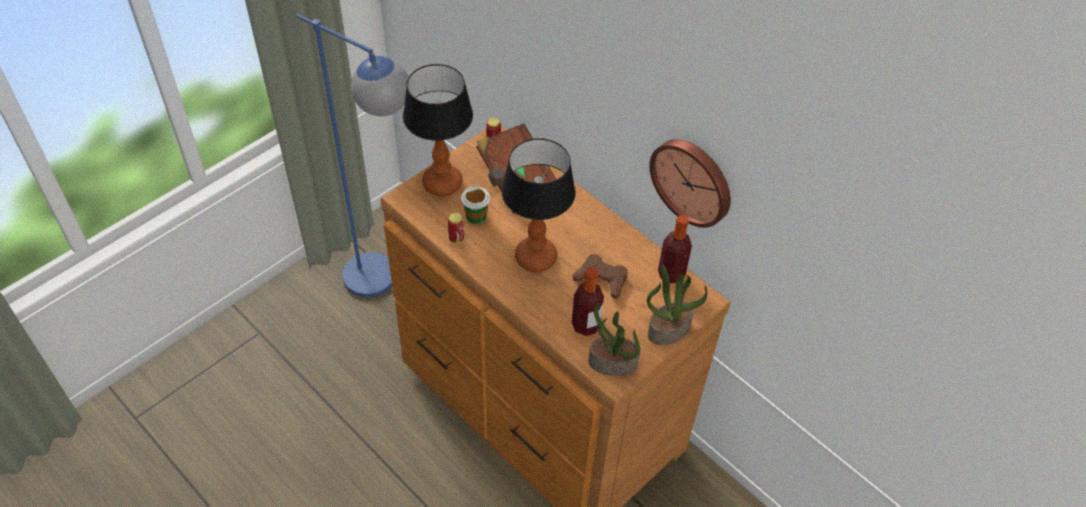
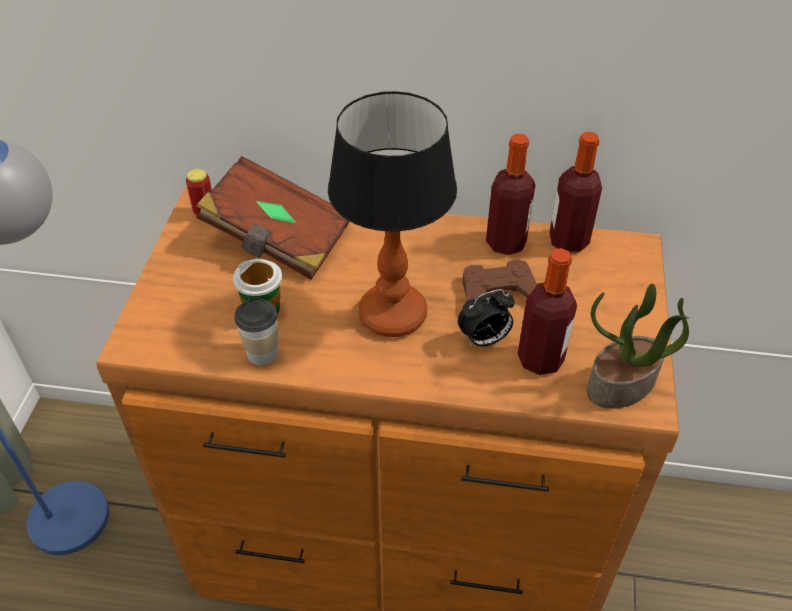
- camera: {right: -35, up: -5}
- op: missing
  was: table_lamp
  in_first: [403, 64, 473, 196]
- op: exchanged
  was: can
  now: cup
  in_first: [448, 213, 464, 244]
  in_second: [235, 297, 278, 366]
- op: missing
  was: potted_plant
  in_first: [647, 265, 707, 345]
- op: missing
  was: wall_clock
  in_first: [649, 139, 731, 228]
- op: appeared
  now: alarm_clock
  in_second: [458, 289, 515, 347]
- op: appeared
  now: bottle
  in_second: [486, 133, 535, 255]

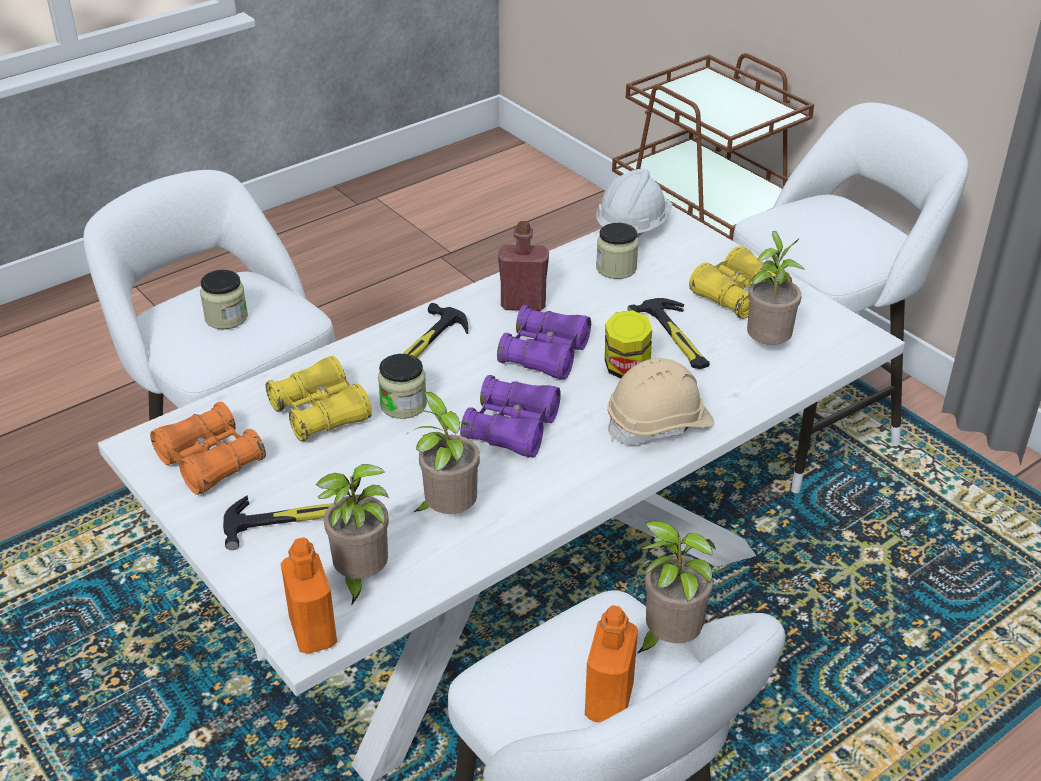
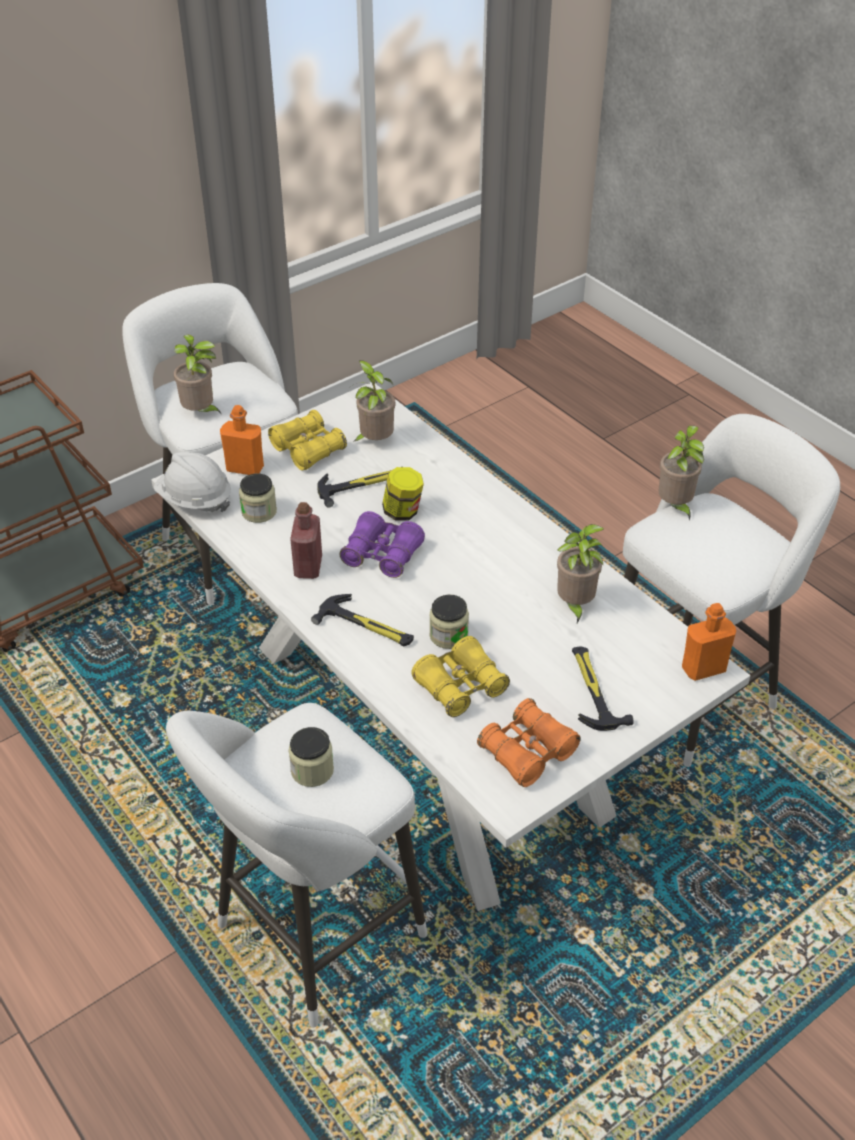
- camera: {right: -90, up: 5}
- op: relocated
  was: potted_plant
  in_first: [315, 464, 389, 606]
  in_second: [174, 334, 222, 415]
- op: missing
  was: purple_binoculars
  in_first: [460, 375, 561, 458]
- op: relocated
  was: orange_bottle
  in_first: [585, 605, 638, 723]
  in_second: [220, 405, 264, 475]
- op: missing
  was: beige_hard_hat
  in_first: [607, 358, 714, 445]

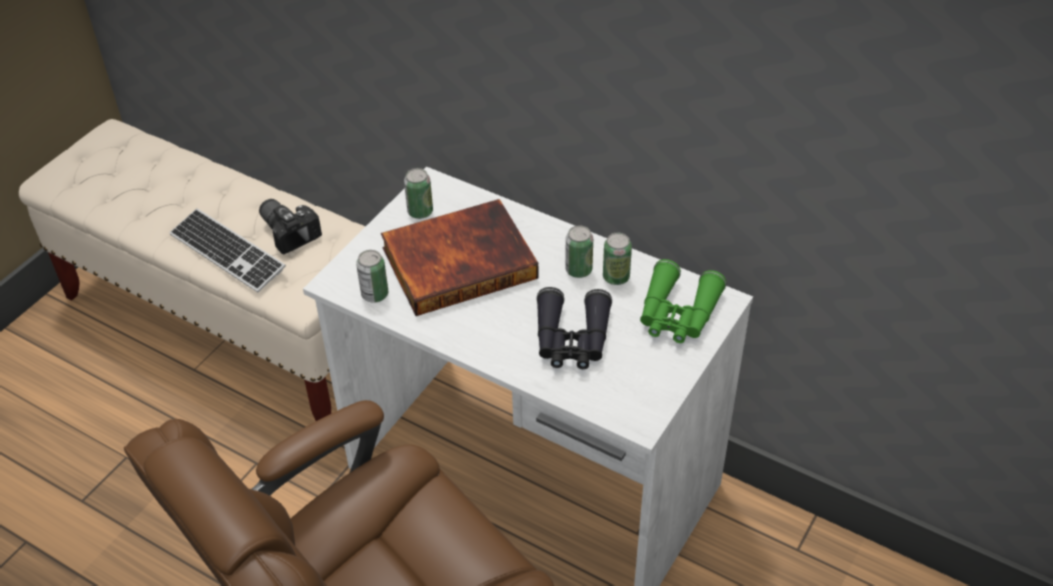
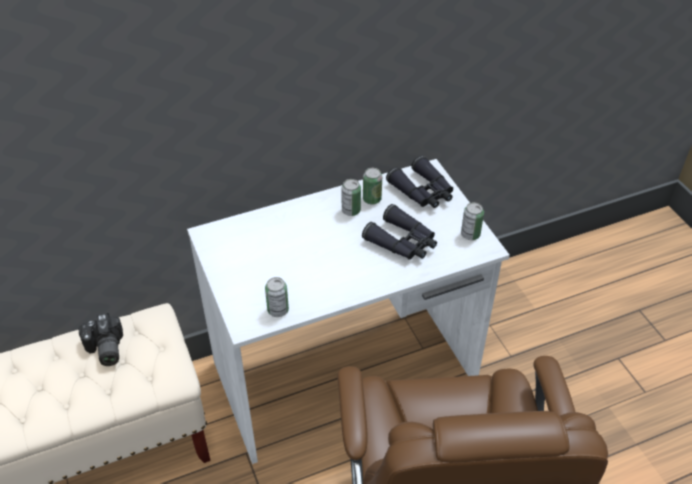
- camera: {right: -55, up: 0}
- op: missing
  was: keyboard
  in_first: [170, 208, 286, 292]
- op: spun
  was: photo_camera
  in_first: [259, 199, 322, 254]
  in_second: [79, 313, 123, 366]
  clockwise: -105
- op: missing
  was: book
  in_first: [381, 199, 539, 316]
- op: relocated
  was: can
  in_first: [404, 168, 433, 219]
  in_second: [461, 202, 484, 240]
- op: colour
  was: green_binoculars
  now: black_binoculars
  in_first: [640, 259, 726, 343]
  in_second: [386, 156, 453, 208]

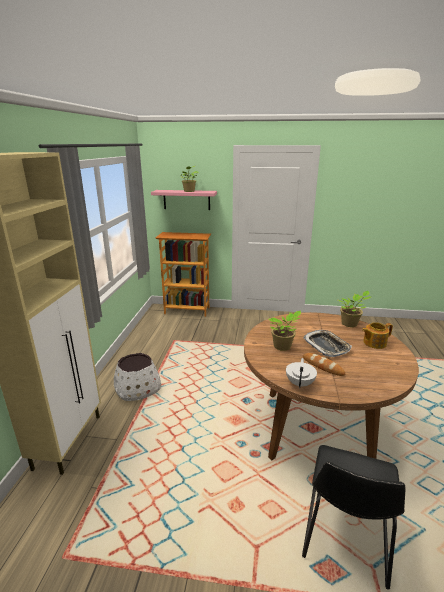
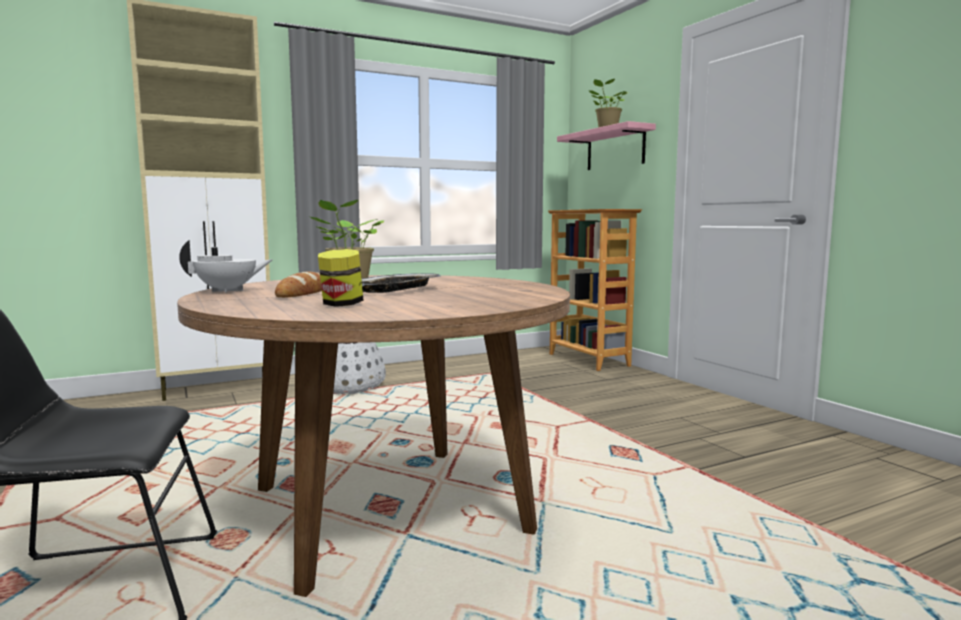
- camera: {right: 55, up: -15}
- op: missing
  was: potted_plant
  in_first: [338, 291, 371, 327]
- op: missing
  was: teapot
  in_first: [362, 322, 393, 349]
- op: appeared
  now: jar
  in_second: [318, 249, 364, 307]

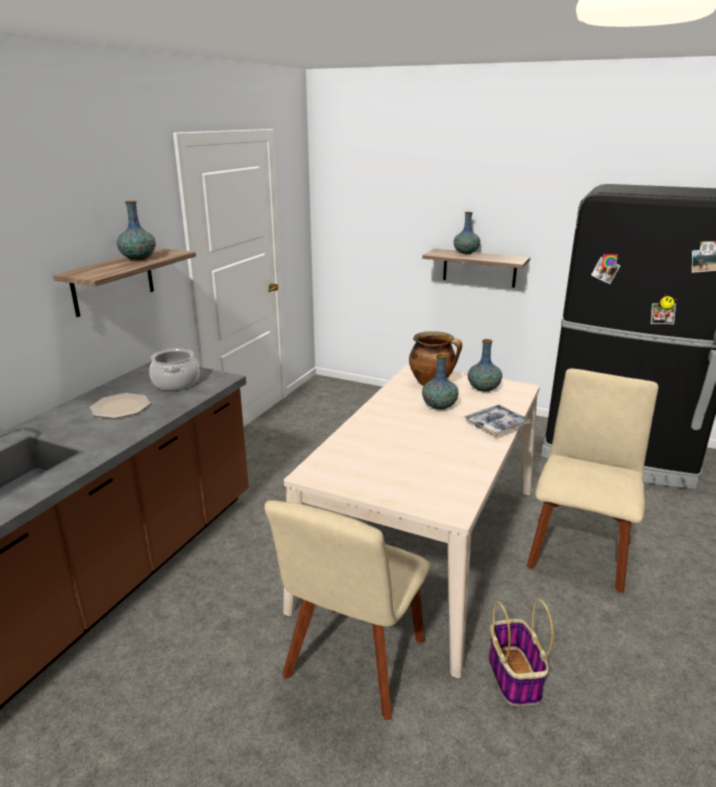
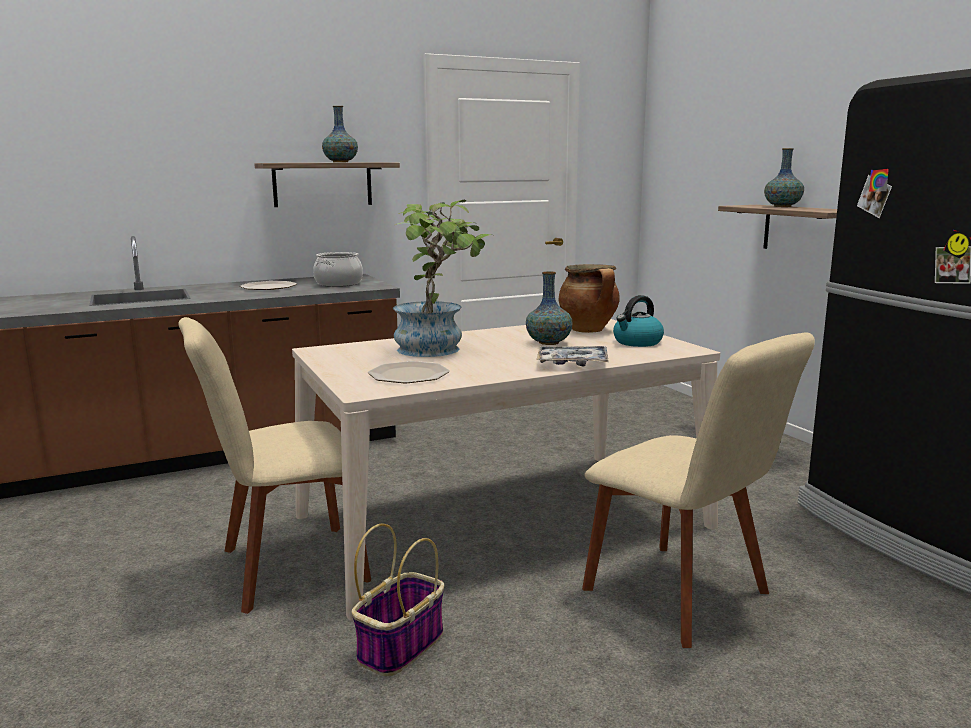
- camera: {right: 40, up: -10}
- op: exchanged
  was: vase
  now: kettle
  in_first: [468, 339, 502, 392]
  in_second: [613, 295, 664, 347]
- op: spun
  was: beige_chair
  in_first: [527, 368, 658, 593]
  in_second: [582, 332, 815, 648]
  clockwise: 75
- op: appeared
  now: plate
  in_second: [368, 361, 450, 383]
- op: appeared
  now: potted_plant
  in_second: [393, 199, 490, 357]

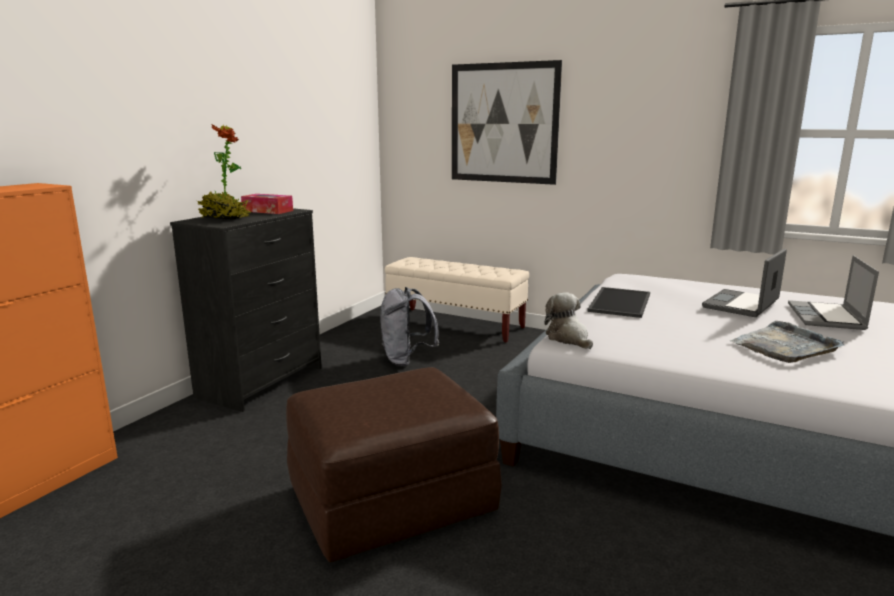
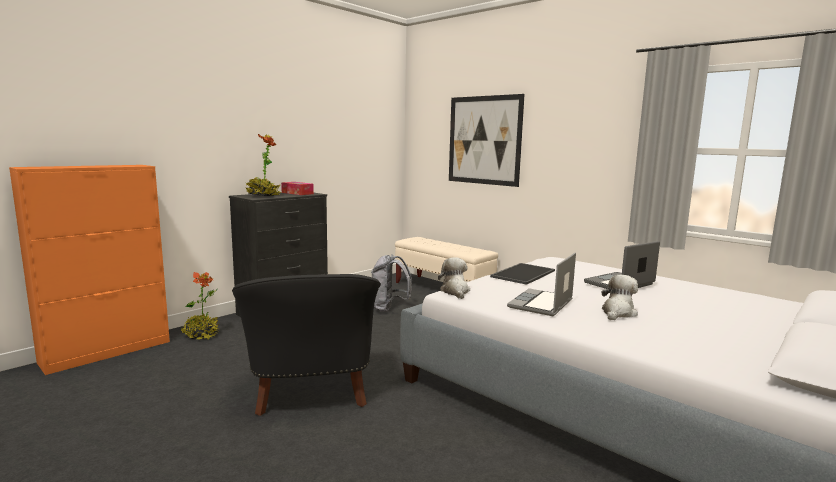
- camera: {right: 15, up: -5}
- op: exchanged
  was: brown_ottoman
  now: black_armchair
  in_first: [286, 367, 502, 562]
  in_second: [232, 274, 381, 416]
- op: exchanged
  was: grey_tray
  now: plush_toy
  in_first: [729, 321, 844, 363]
  in_second: [602, 275, 638, 320]
- op: relocated
  was: laptop
  in_first: [788, 255, 879, 330]
  in_second: [507, 253, 576, 317]
- op: appeared
  now: potted_plant
  in_second: [181, 272, 219, 340]

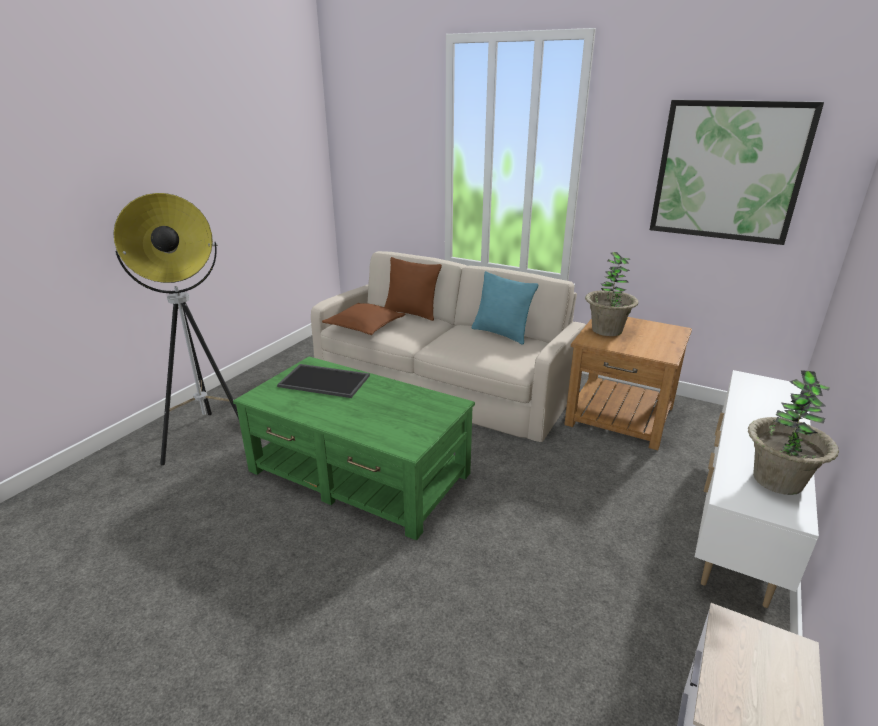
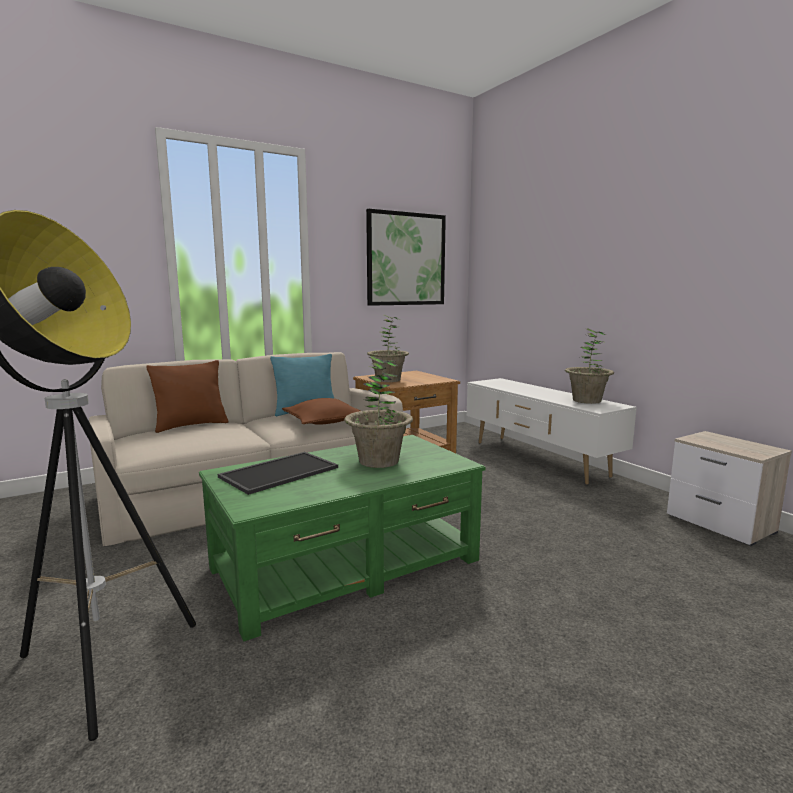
- camera: {right: -60, up: -15}
- op: relocated
  was: brown_pillow
  in_first: [322, 303, 405, 335]
  in_second: [282, 398, 360, 425]
- op: appeared
  now: potted_plant
  in_second: [344, 356, 413, 468]

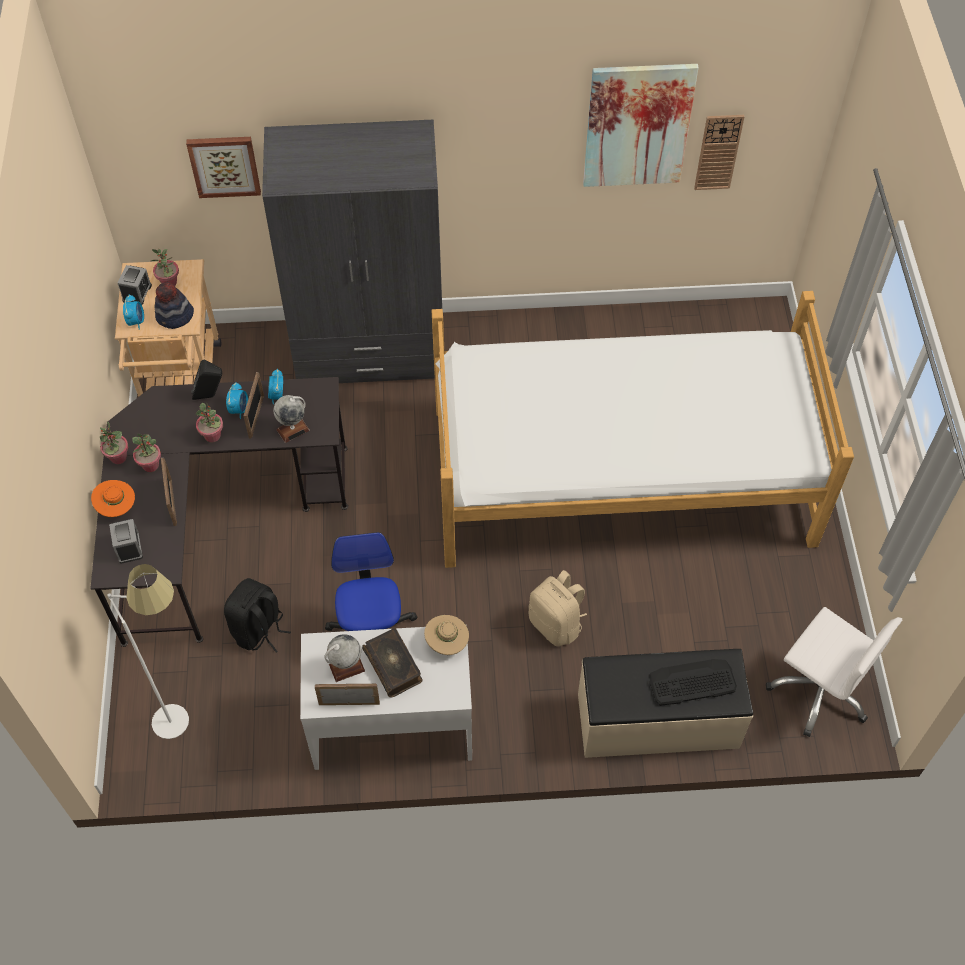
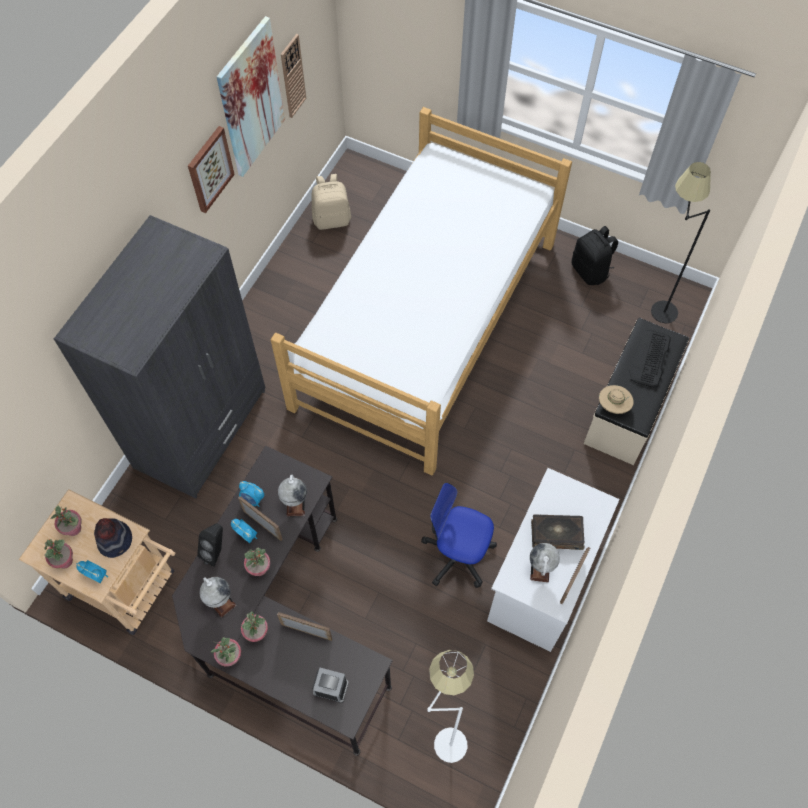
- camera: {right: -60, up: 5}
- op: missing
  was: orange_hat
  in_first: [91, 480, 135, 517]
- op: exchanged
  was: alarm_clock
  now: potted_plant
  in_first: [118, 265, 152, 305]
  in_second: [44, 539, 73, 569]
- op: relocated
  was: picture
  in_first: [186, 137, 261, 198]
  in_second: [188, 126, 235, 213]
- op: relocated
  was: black_backpack
  in_first: [224, 578, 291, 652]
  in_second: [572, 226, 618, 285]
- op: relocated
  was: beige_hat
  in_first: [424, 615, 469, 655]
  in_second: [599, 385, 634, 414]
- op: relocated
  was: beige_backpack
  in_first: [528, 570, 587, 646]
  in_second: [311, 174, 351, 230]
- op: exchanged
  was: white_office_chair
  now: black_floor_lamp
  in_first: [766, 607, 902, 737]
  in_second: [651, 162, 711, 323]
- op: appeared
  now: globe
  in_second: [200, 577, 236, 618]

